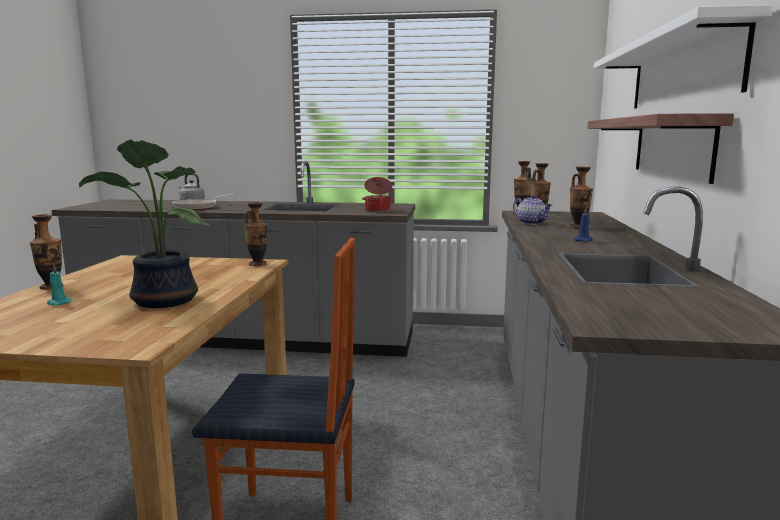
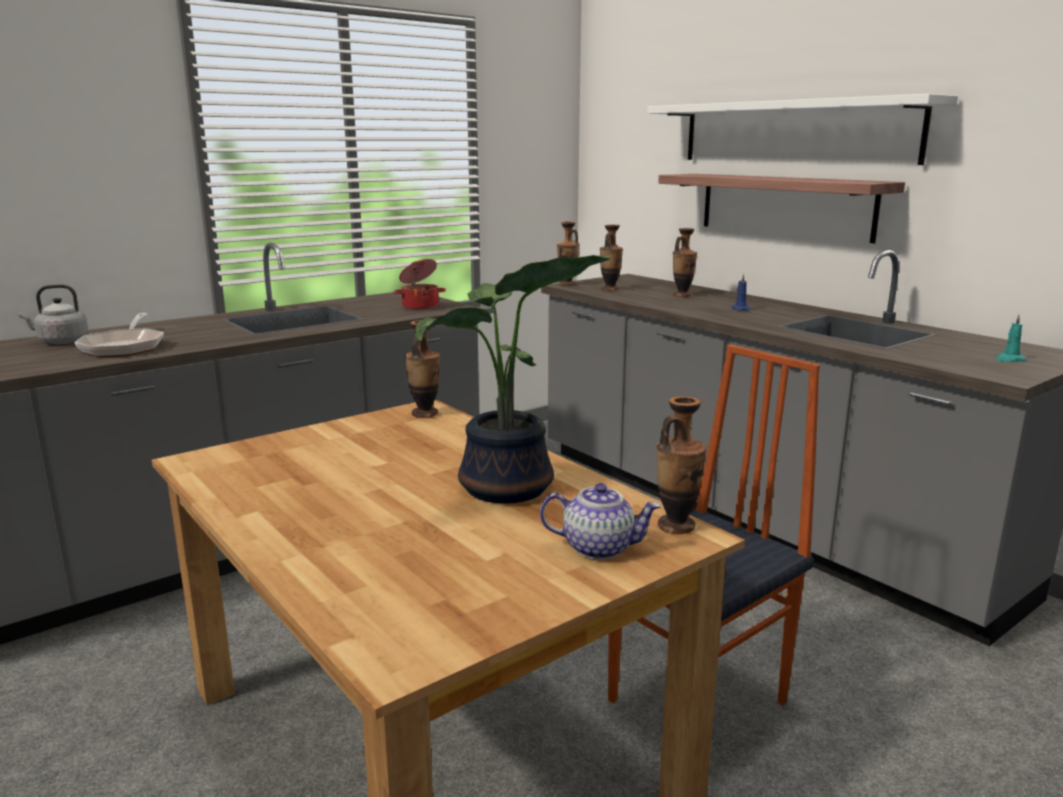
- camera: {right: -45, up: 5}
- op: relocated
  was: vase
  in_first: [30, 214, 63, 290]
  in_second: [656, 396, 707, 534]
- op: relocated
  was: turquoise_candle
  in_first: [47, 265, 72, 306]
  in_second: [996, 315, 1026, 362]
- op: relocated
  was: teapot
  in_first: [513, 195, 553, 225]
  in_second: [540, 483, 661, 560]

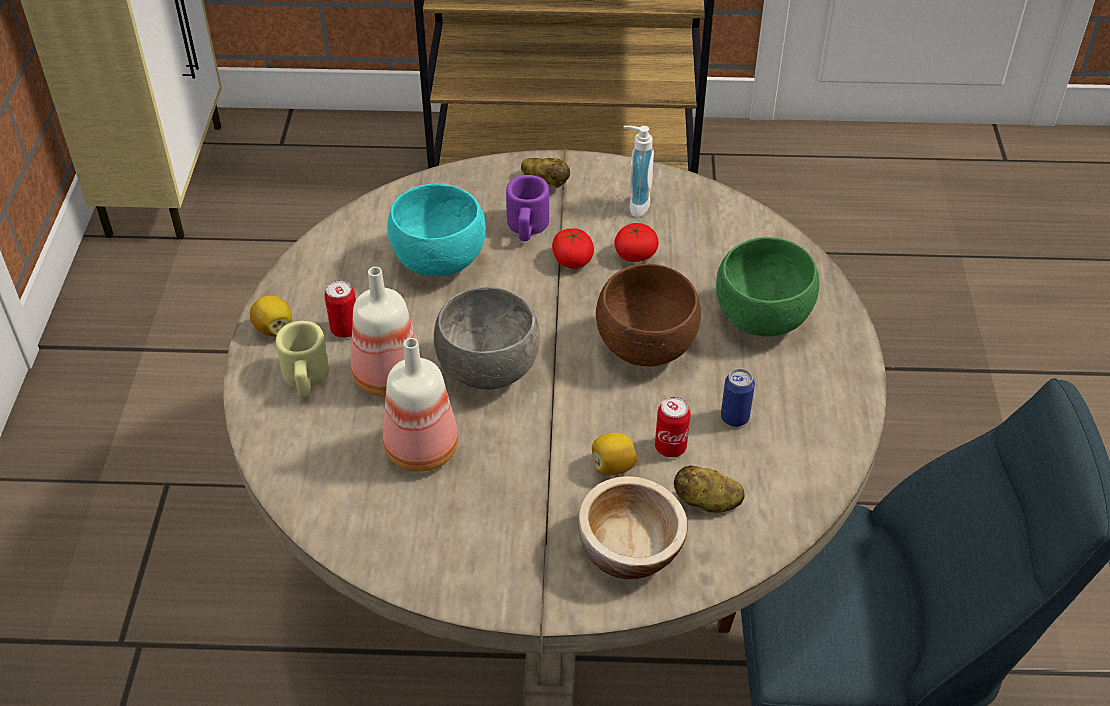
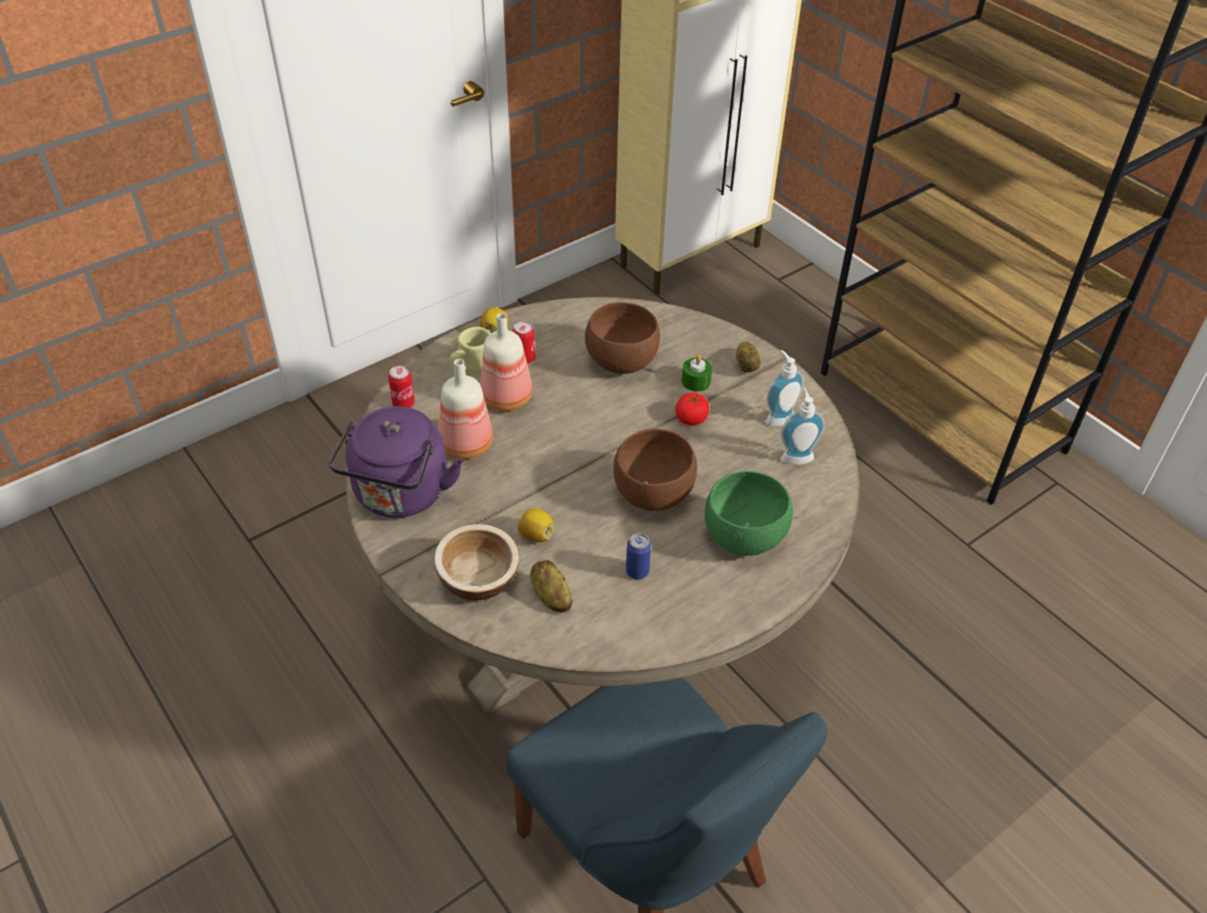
- camera: {right: 50, up: 0}
- op: colour
  was: turquoise_bowl
  now: brown_bowl
  in_first: [387, 184, 486, 276]
  in_second: [585, 302, 660, 374]
- op: missing
  was: grey_bowl
  in_first: [434, 287, 540, 389]
- op: exchanged
  was: purple_mug
  now: green_candle
  in_first: [506, 175, 549, 241]
  in_second: [682, 355, 712, 392]
- op: missing
  was: tomato
  in_first: [614, 223, 658, 262]
- op: relocated
  was: can
  in_first: [655, 397, 691, 458]
  in_second: [388, 366, 415, 408]
- op: appeared
  now: purple_kettle
  in_second: [328, 406, 463, 518]
- op: appeared
  now: soap_dispenser
  in_second: [781, 388, 825, 465]

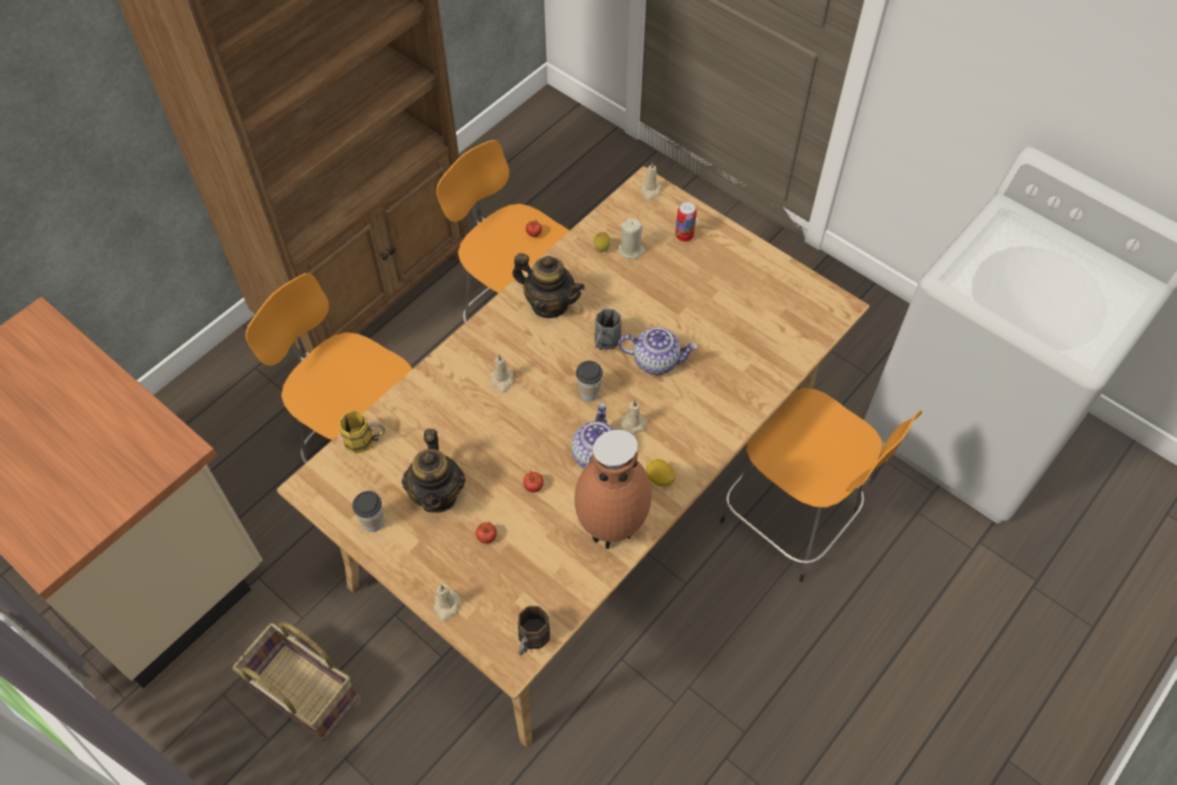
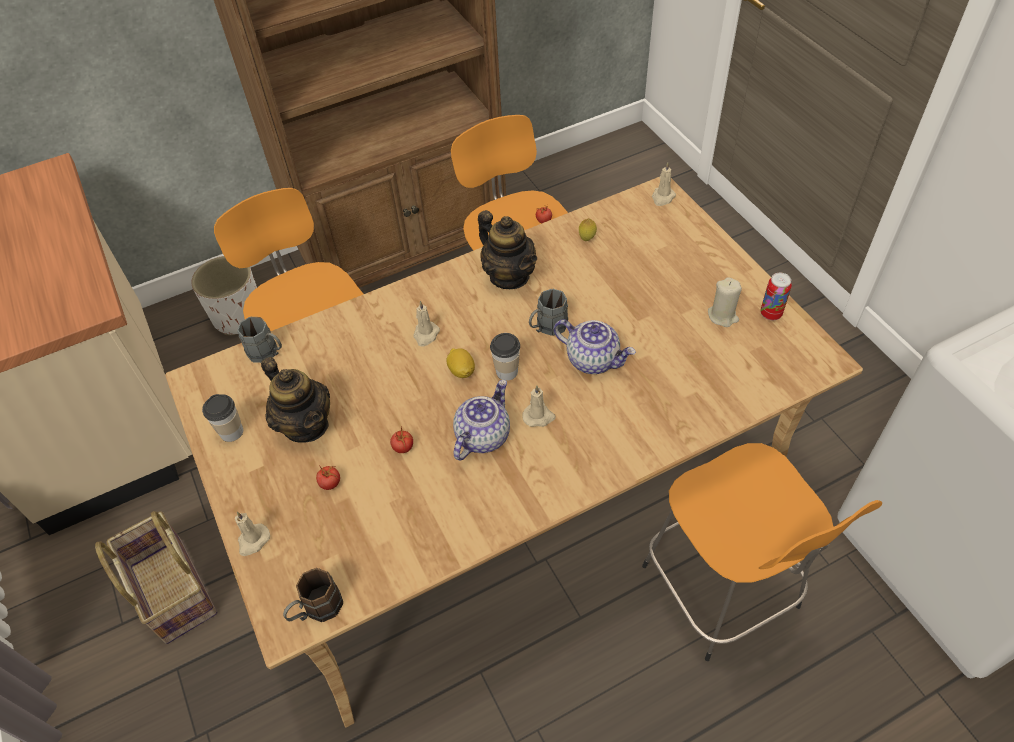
- camera: {right: 25, up: -5}
- op: colour
  was: yellow_mug
  now: grey_mug
  in_first: [339, 411, 385, 454]
  in_second: [237, 317, 282, 363]
- op: spun
  was: teapot
  in_first: [402, 429, 465, 513]
  in_second: [261, 357, 330, 443]
  clockwise: -60
- op: missing
  was: brown_vase
  in_first: [574, 430, 651, 549]
- op: relocated
  was: beige_candle
  in_first: [618, 218, 645, 259]
  in_second: [708, 277, 742, 327]
- op: relocated
  was: lemon
  in_first: [646, 459, 675, 487]
  in_second: [447, 348, 475, 378]
- op: relocated
  was: can
  in_first: [675, 202, 697, 242]
  in_second: [760, 273, 792, 320]
- op: appeared
  now: white_planter
  in_second: [191, 256, 257, 335]

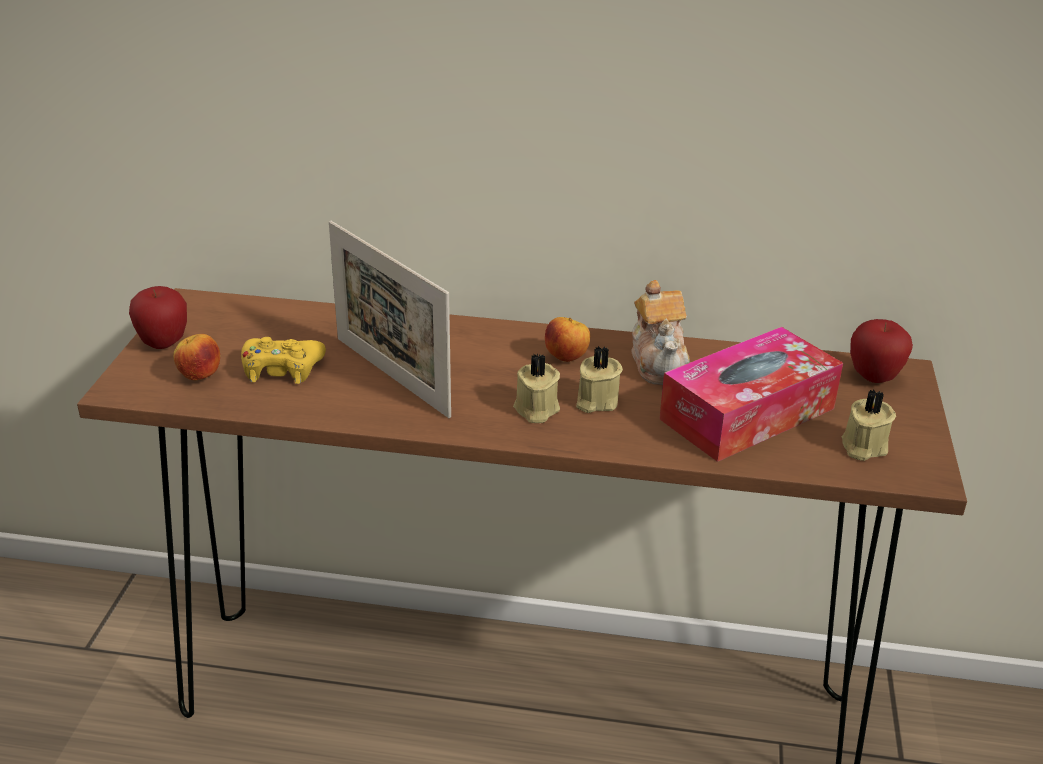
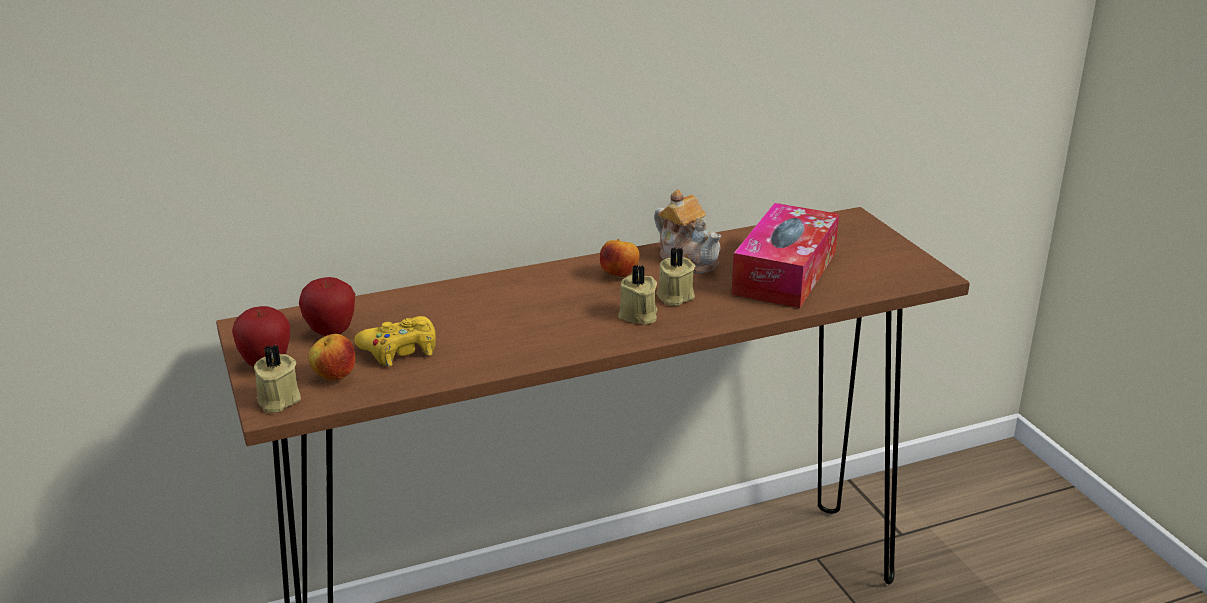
- camera: {right: -30, up: -5}
- op: missing
  was: picture_frame
  in_first: [329, 221, 451, 418]
- op: relocated
  was: beige_candle
  in_first: [842, 389, 896, 461]
  in_second: [254, 345, 301, 413]
- op: relocated
  was: apple
  in_first: [850, 319, 913, 383]
  in_second: [299, 277, 355, 336]

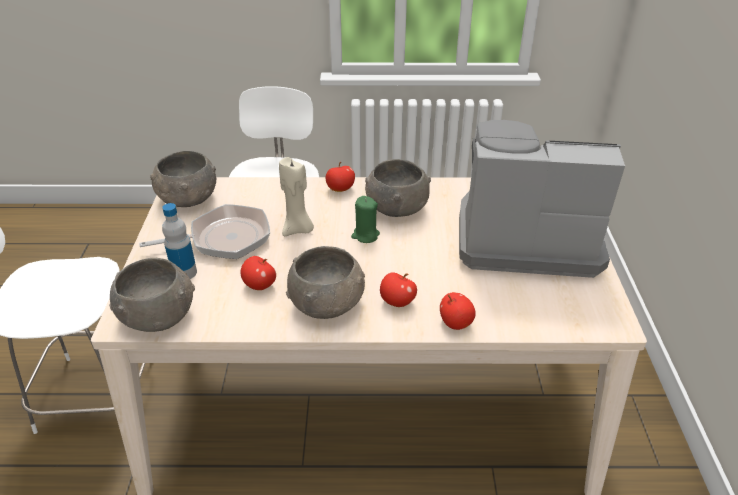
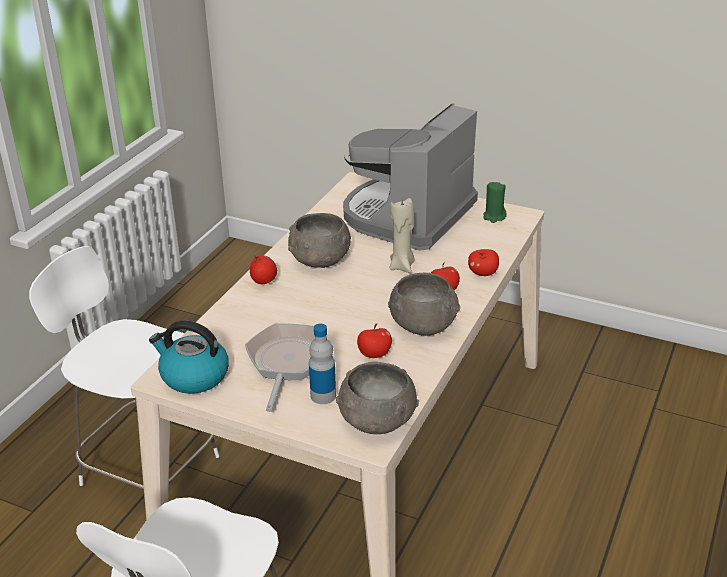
- camera: {right: -65, up: -5}
- op: exchanged
  was: grey_bowl
  now: kettle
  in_first: [150, 151, 216, 207]
  in_second: [149, 320, 229, 394]
- op: relocated
  was: beige_candle
  in_first: [279, 157, 314, 236]
  in_second: [390, 198, 415, 273]
- op: relocated
  was: green_candle
  in_first: [351, 196, 380, 243]
  in_second: [483, 182, 506, 223]

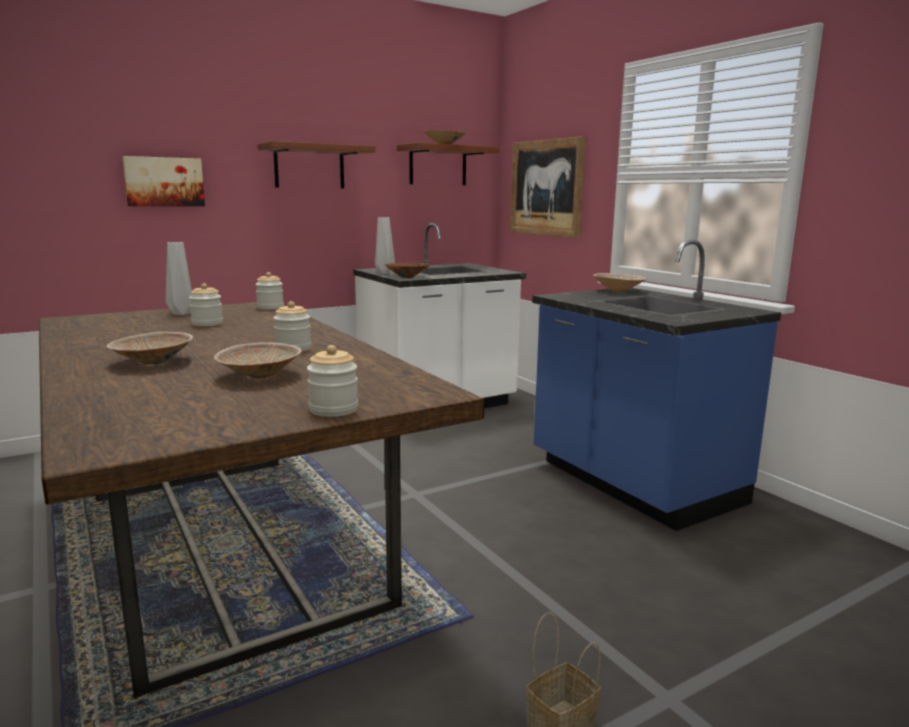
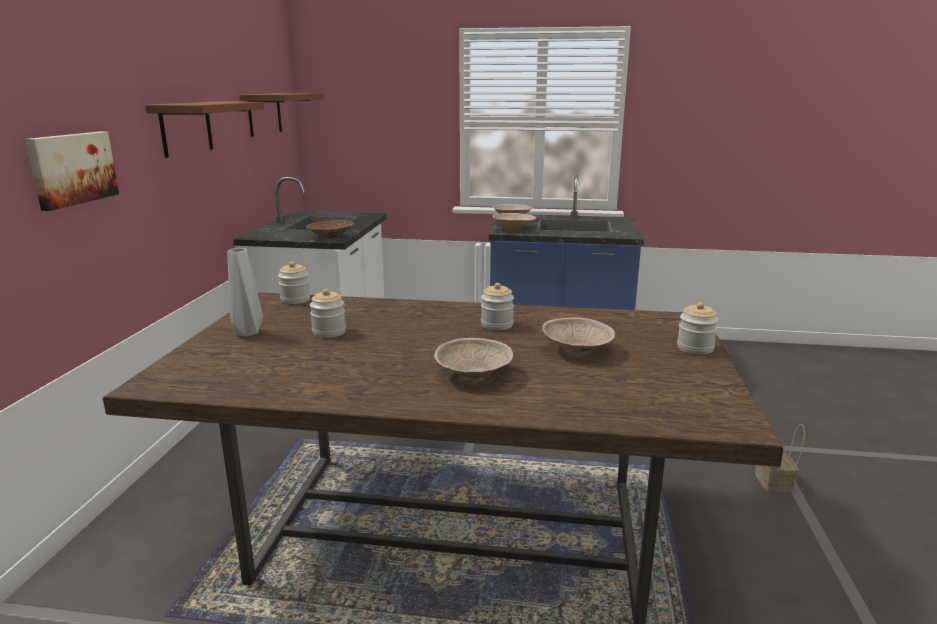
- camera: {right: -50, up: 5}
- op: missing
  was: grey_vase
  in_first: [375, 217, 395, 274]
- op: relocated
  was: beige_bowl
  in_first: [424, 130, 466, 144]
  in_second: [493, 213, 536, 230]
- op: missing
  was: picture
  in_first: [510, 136, 586, 238]

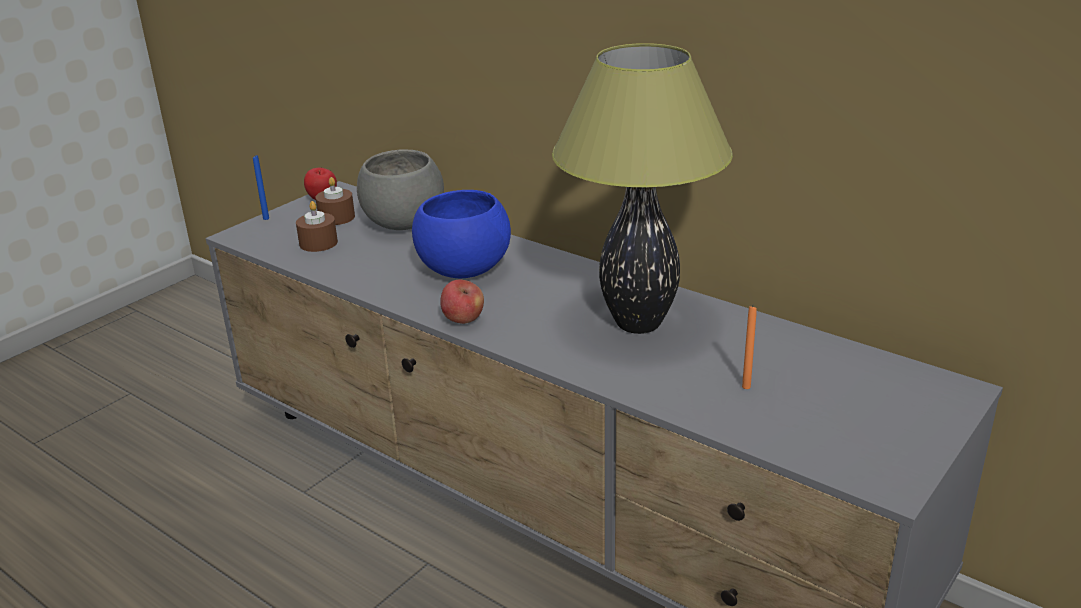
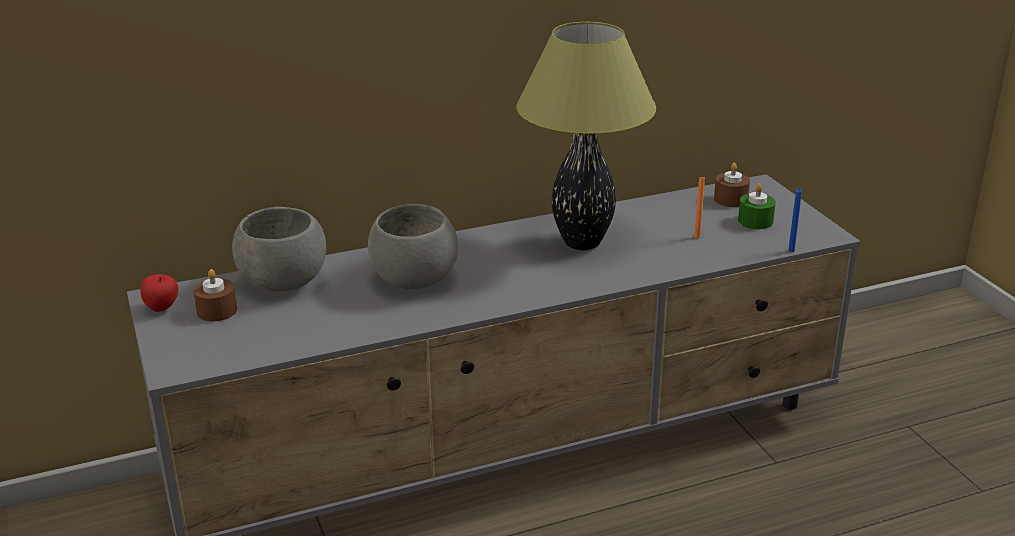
- camera: {right: -60, up: 0}
- op: relocated
  was: blue_candle
  in_first: [253, 155, 269, 220]
  in_second: [788, 188, 802, 252]
- op: relocated
  was: brown_candle
  in_first: [296, 201, 338, 252]
  in_second: [714, 162, 750, 207]
- op: colour
  was: blue_bowl
  now: grey_bowl
  in_first: [412, 190, 511, 278]
  in_second: [368, 204, 458, 289]
- op: missing
  was: apple
  in_first: [440, 280, 484, 324]
- op: appeared
  now: green_candle
  in_second: [738, 183, 776, 229]

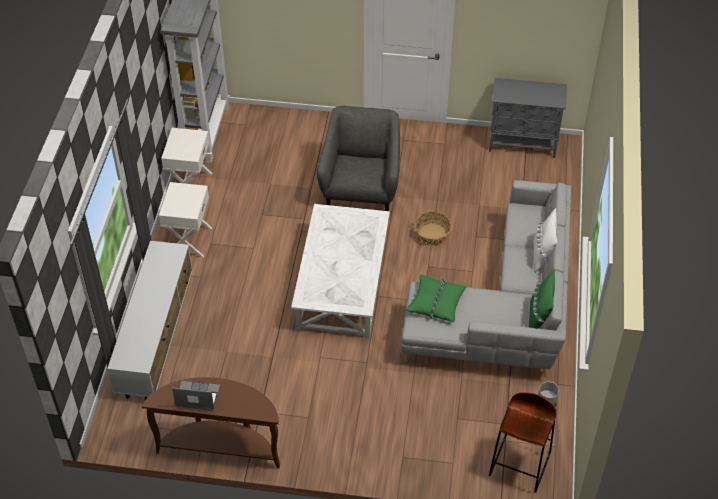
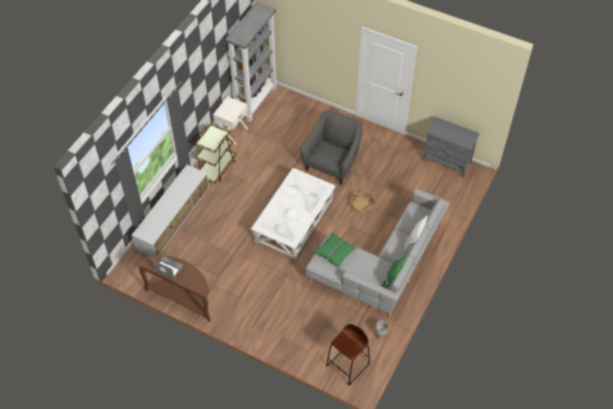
- camera: {right: 20, up: 5}
- op: exchanged
  was: white_nightstand
  now: brown_cart
  in_first: [159, 182, 212, 257]
  in_second: [195, 123, 236, 184]

